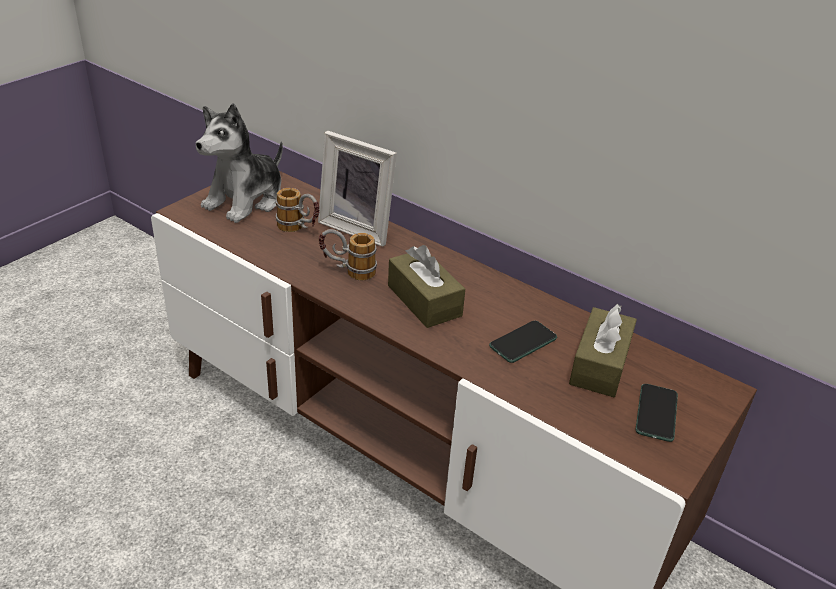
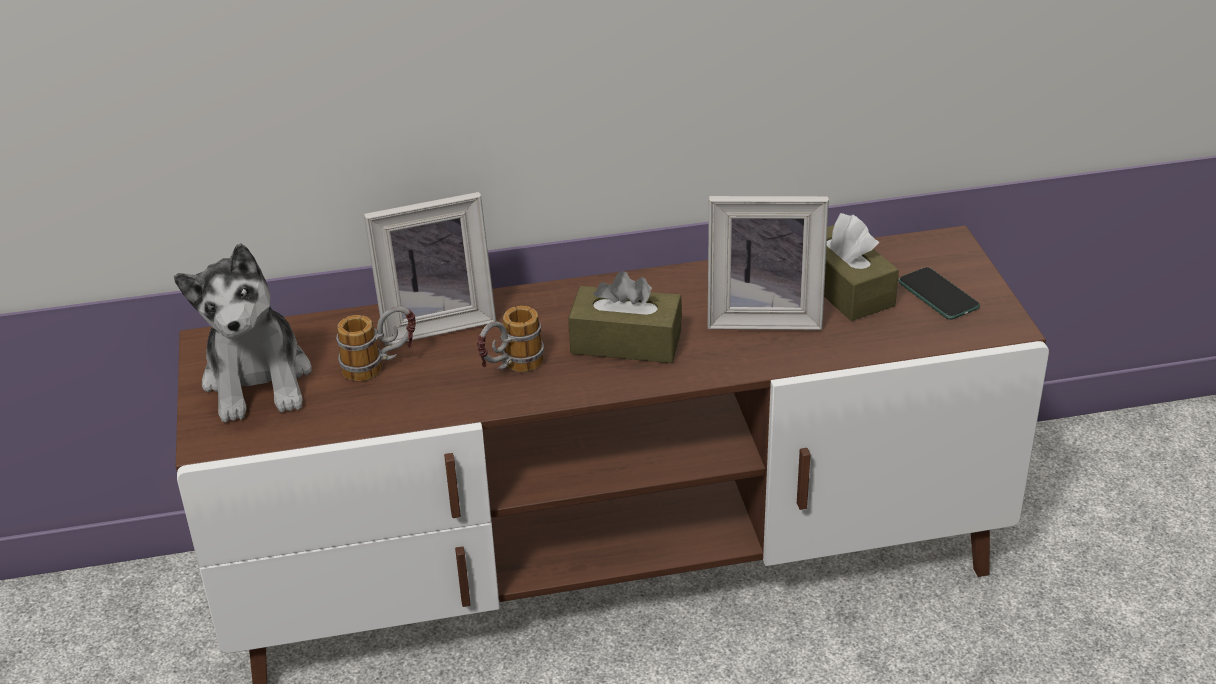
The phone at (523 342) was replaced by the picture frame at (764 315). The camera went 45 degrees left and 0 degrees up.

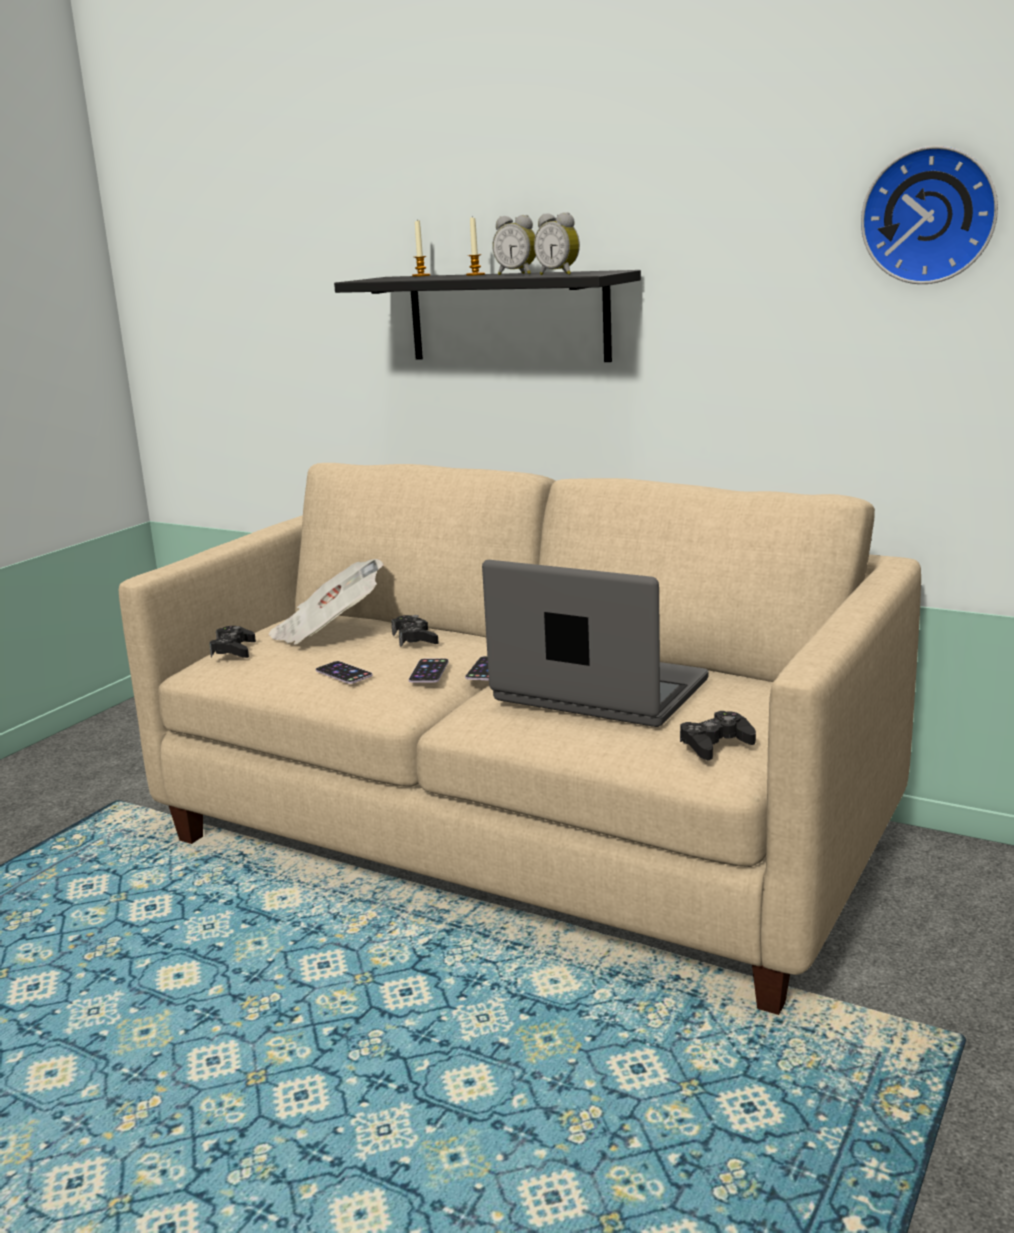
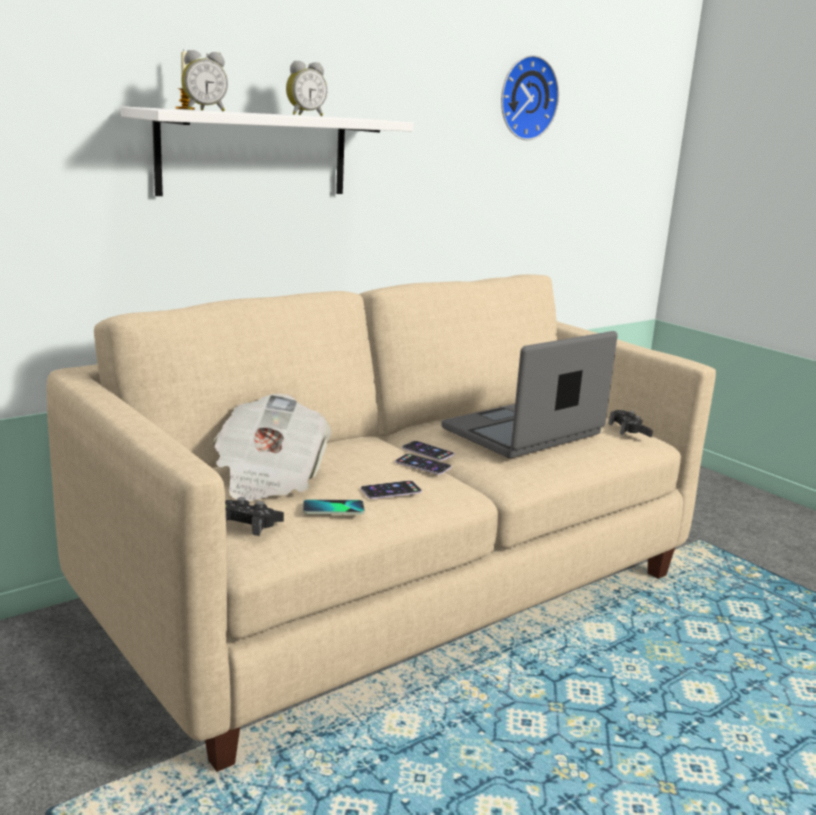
The alarm clock moved from (559 274) to (204 110). The candle at (475 275) disappeared. The black shelf at (507 317) became the white shelf at (254 154). The black game controller at (415 639) disappeared. The phone at (333 509) appeared. The camera went 70 degrees left and 0 degrees up.

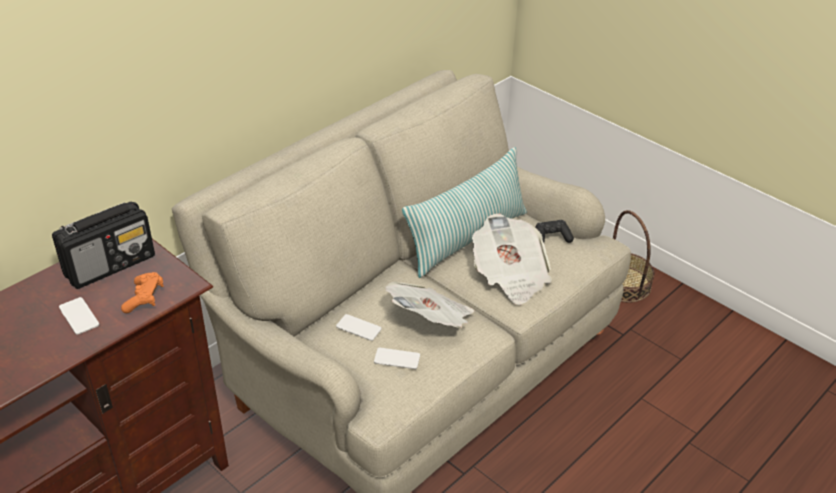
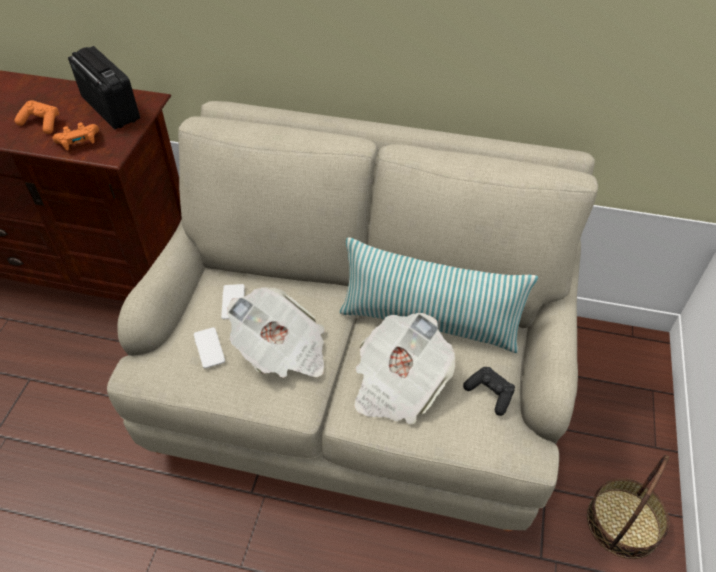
The radio at (111 265) turned 150 degrees counterclockwise. The phone at (79 316) was replaced by the orange game controller at (41 123). The camera went 60 degrees right and 10 degrees up.

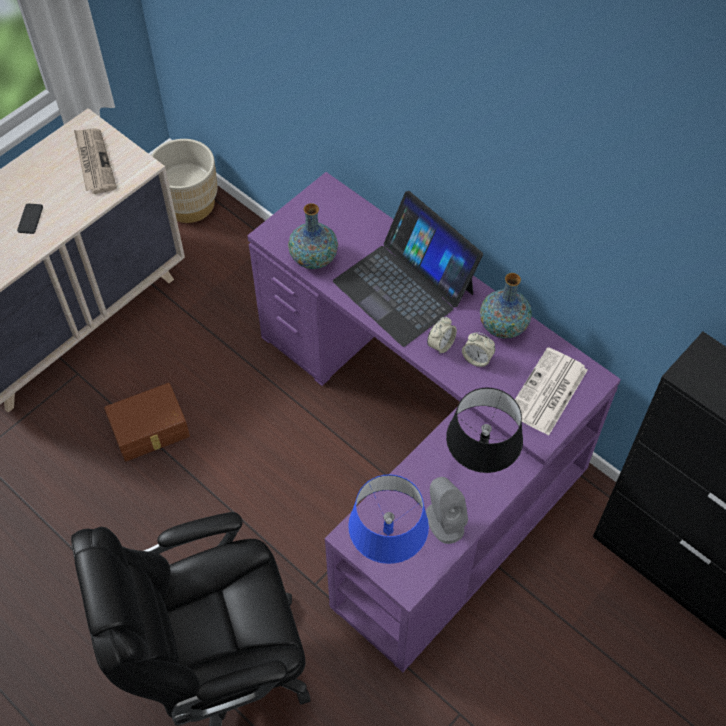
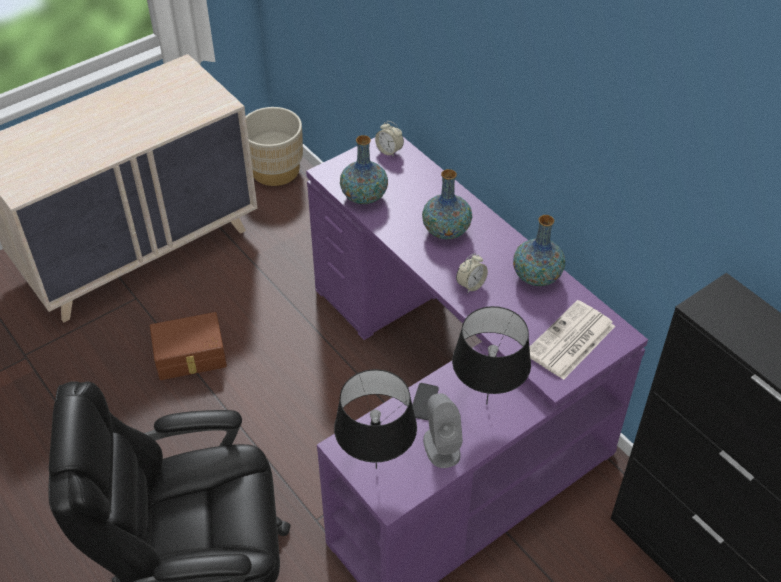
The newspaper at (94 162) disappeared. The laptop at (404 286) was replaced by the vase at (446 231). The phone moved from (30 219) to (424 402). The alarm clock moved from (477 358) to (389 151). The blue table lamp at (387 553) became the black table lamp at (377 467). The camera went 10 degrees right and 10 degrees down.

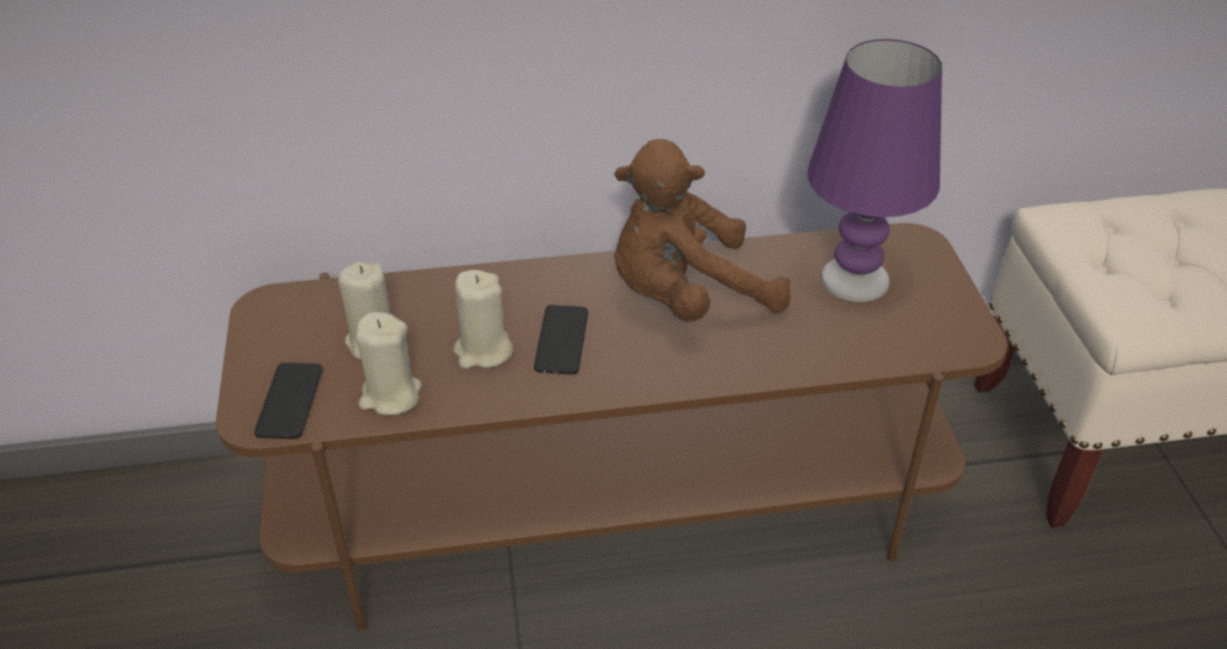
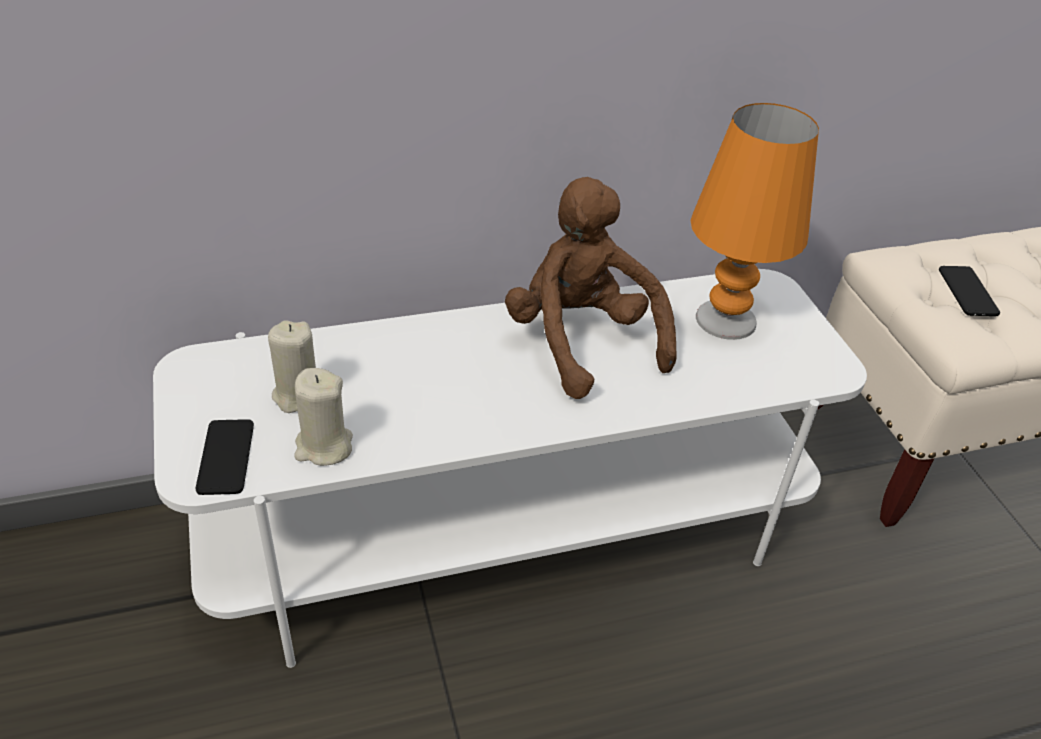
The purple table lamp at (854 280) became the orange table lamp at (725 320). The brown plush toy at (686 297) turned 90 degrees clockwise. The brown tv stand at (616 504) became the white tv stand at (511 531). The beige candle at (483 351) disappeared. The phone moved from (561 340) to (967 292). The camera went 10 degrees left and 0 degrees up.

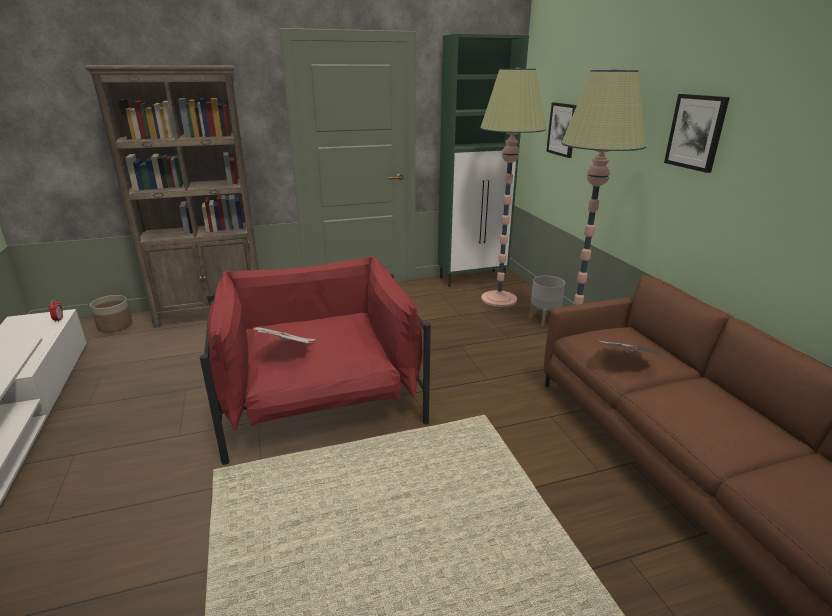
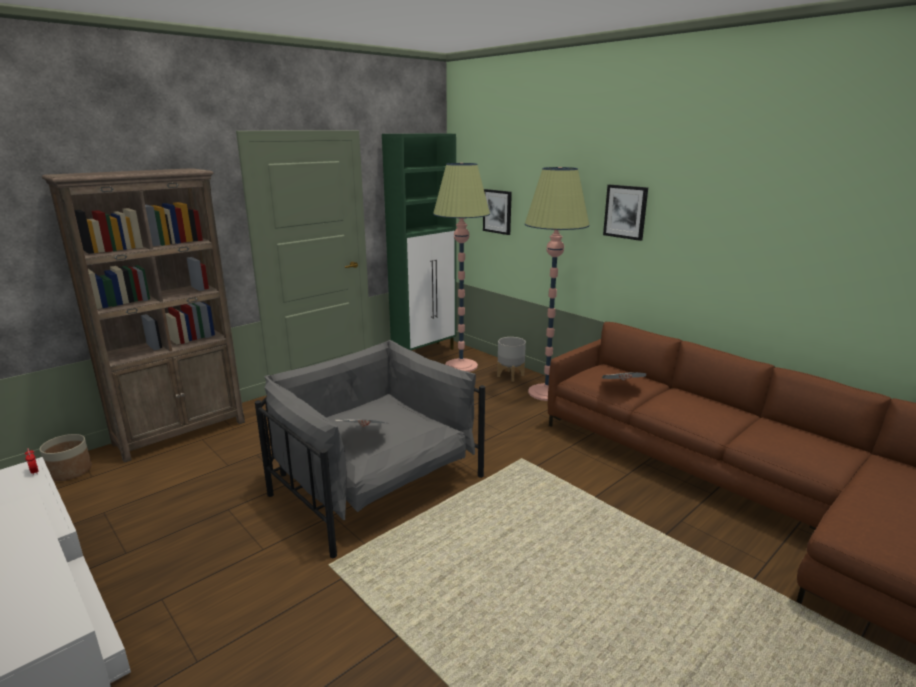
The red armchair at (320 397) became the grey armchair at (373 480). The camera went 25 degrees left and 5 degrees down.

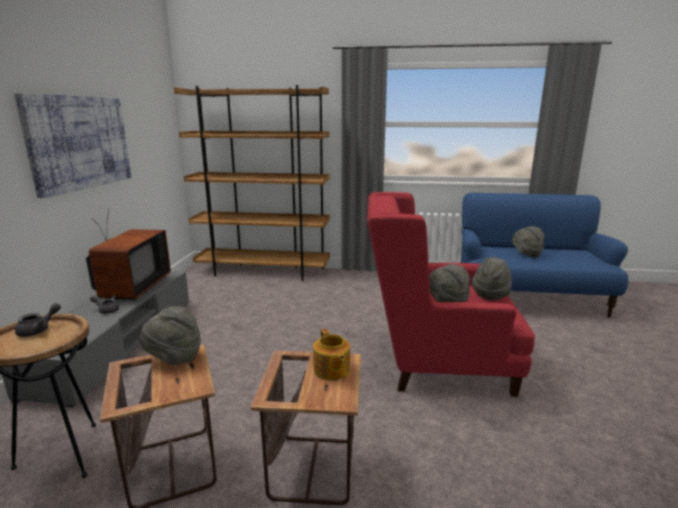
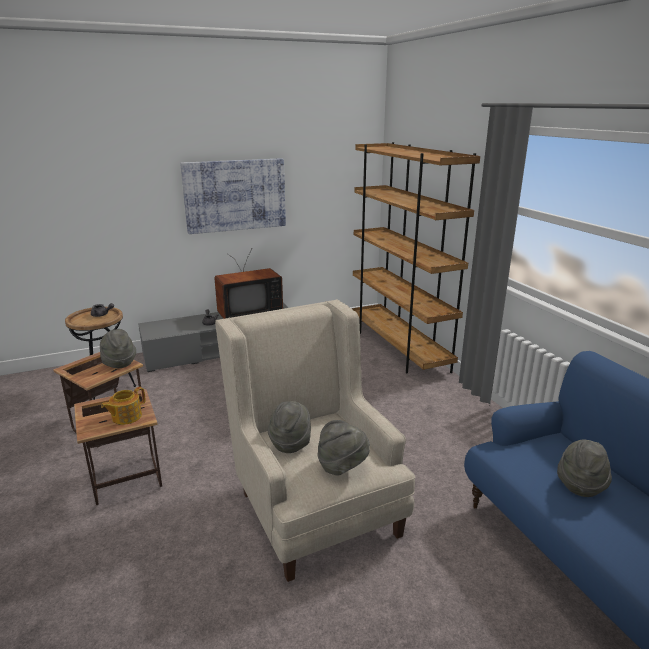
The red armchair at (434 362) became the beige armchair at (312 504). The camera went 60 degrees right and 5 degrees up.

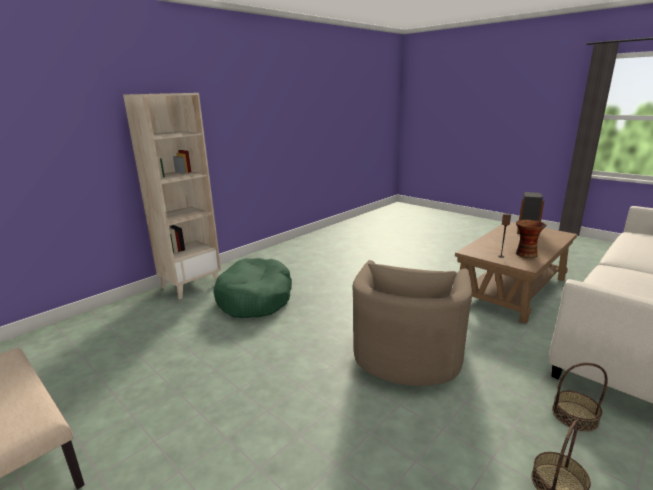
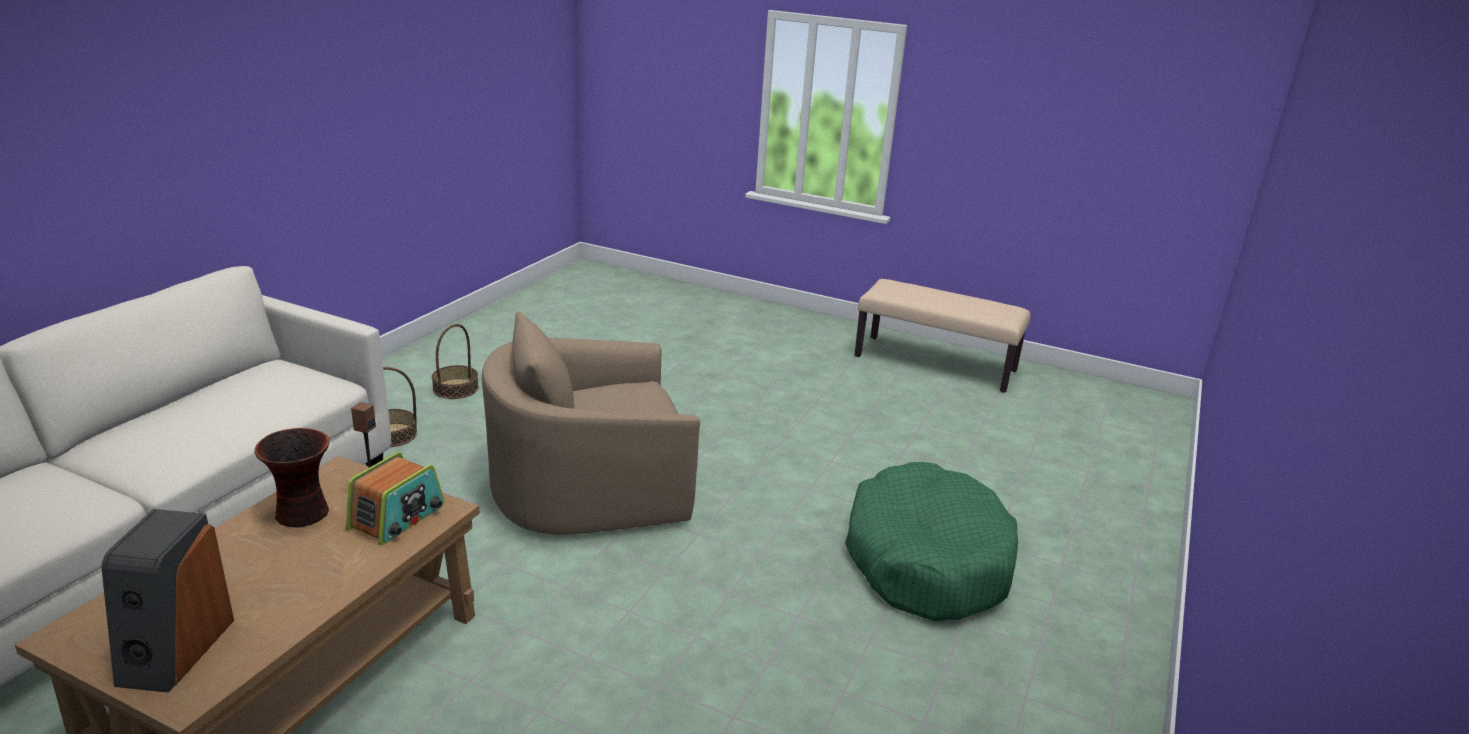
The beige bookcase at (191 285) disappeared. The beige armchair at (407 350) turned 105 degrees counterclockwise. The radio at (397 517) appeared. The camera went 160 degrees right and 5 degrees up.

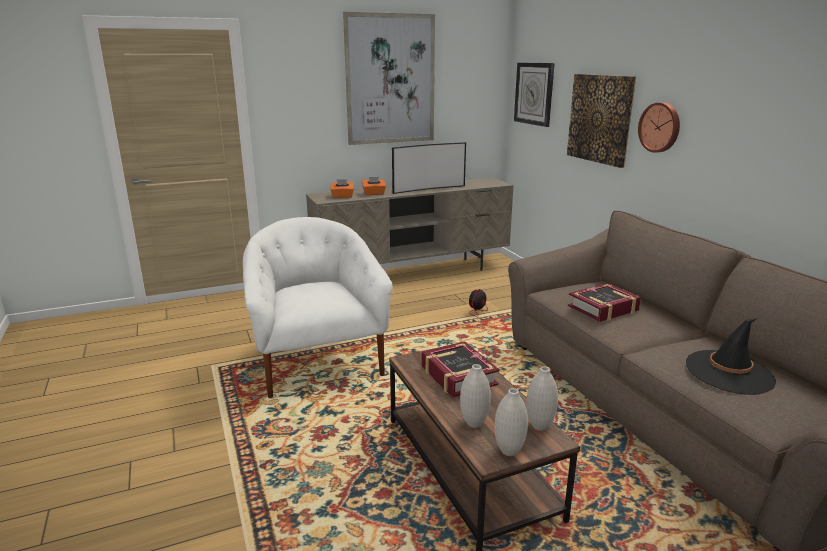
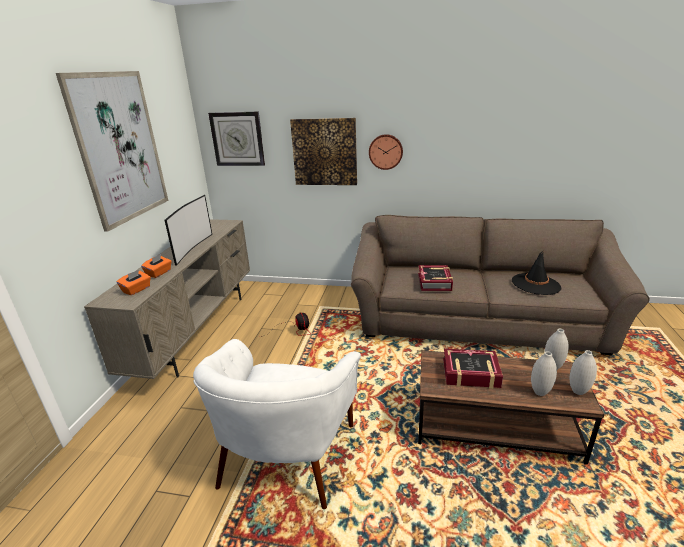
The white armchair at (317 362) turned 90 degrees counterclockwise. The camera went 55 degrees left and 5 degrees up.

